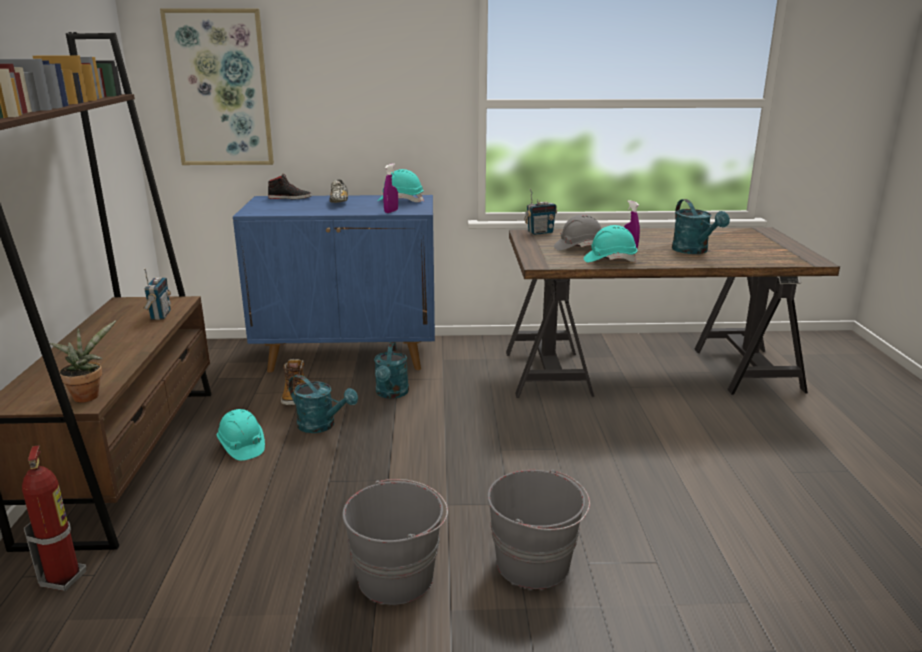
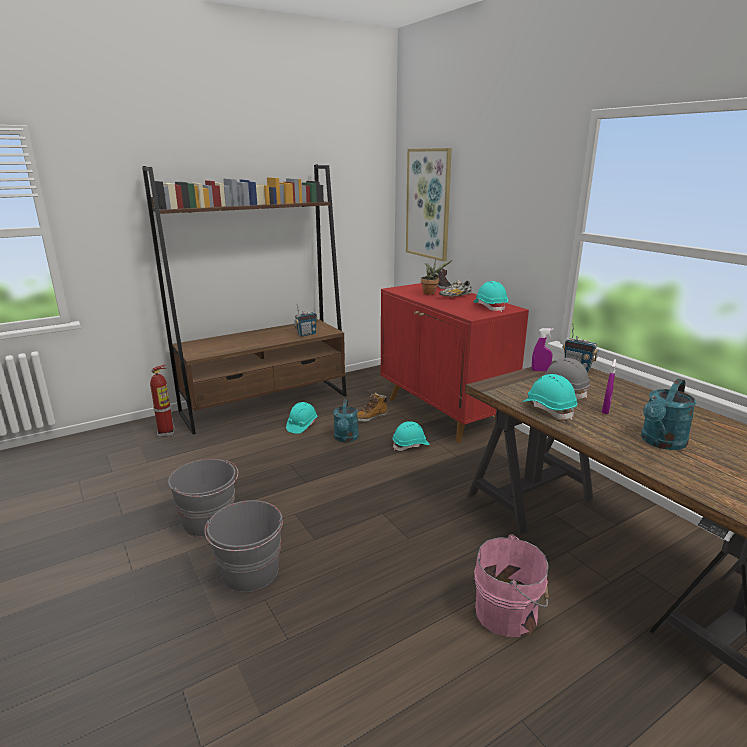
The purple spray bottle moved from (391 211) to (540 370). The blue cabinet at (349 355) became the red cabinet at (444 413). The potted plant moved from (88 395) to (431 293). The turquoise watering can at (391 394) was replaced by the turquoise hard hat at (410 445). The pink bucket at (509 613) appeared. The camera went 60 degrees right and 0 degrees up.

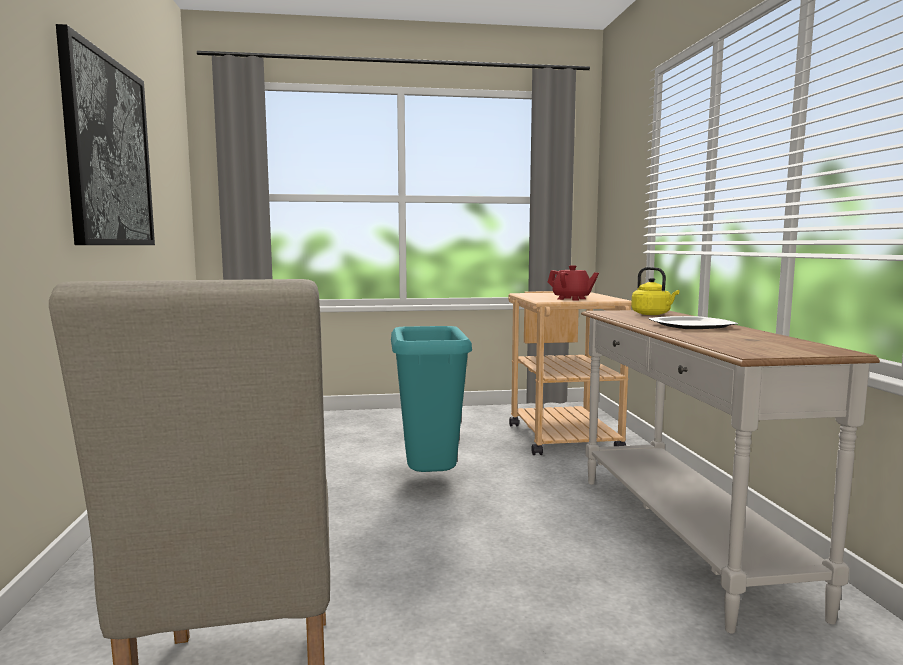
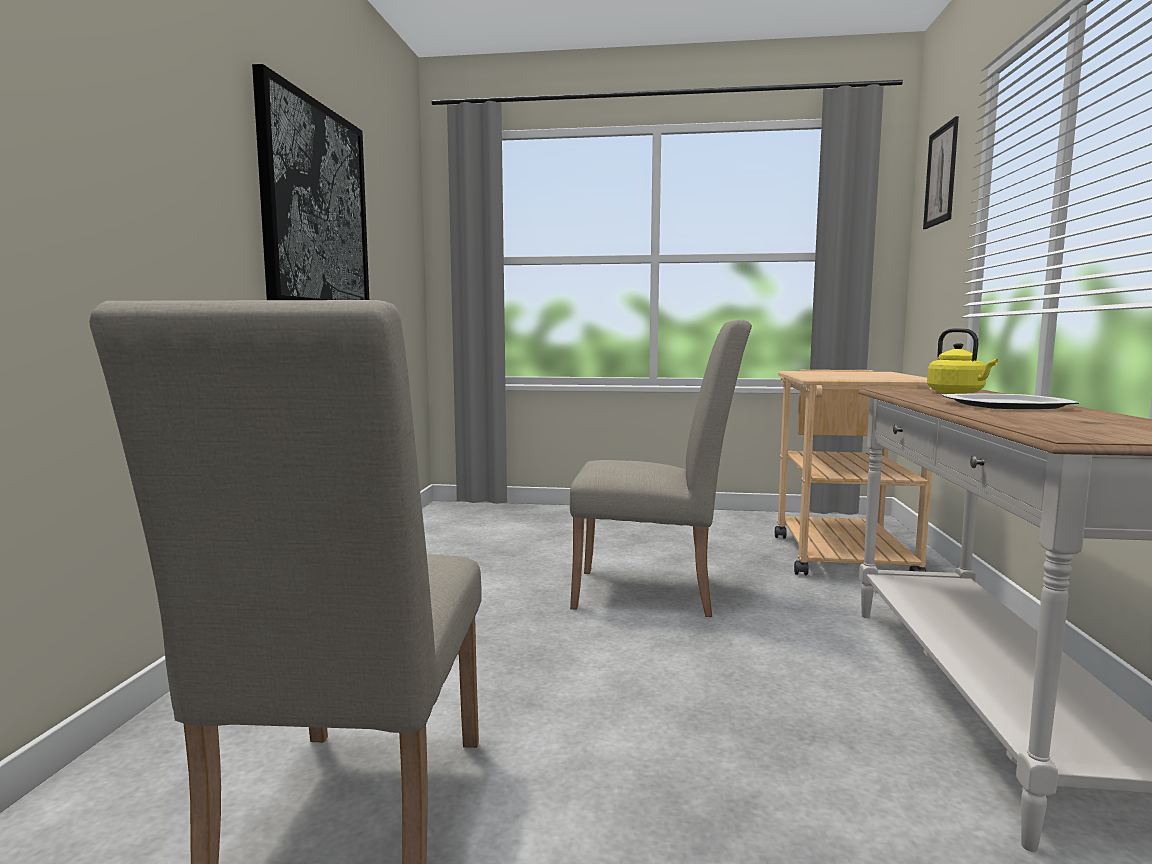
The red teapot at (572 299) disappeared. The turquoise trash can at (431 481) was replaced by the beige chair at (657 593). The picture at (941 175) appeared. The camera went 15 degrees right and 0 degrees up.

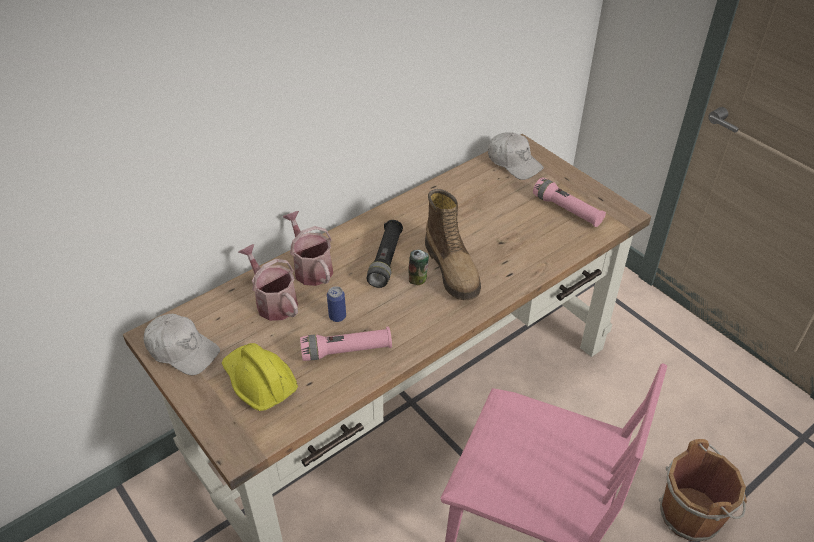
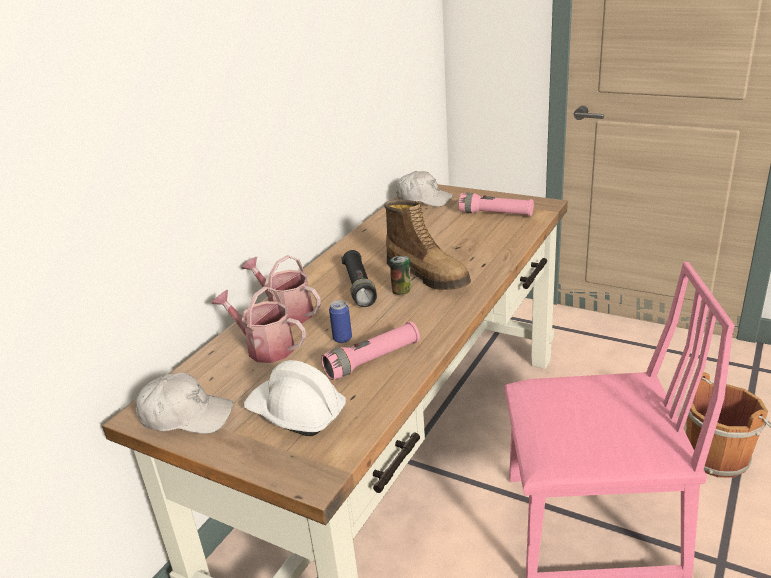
The yellow hard hat at (259 382) became the white hard hat at (296 413). The camera went 20 degrees left and 15 degrees down.

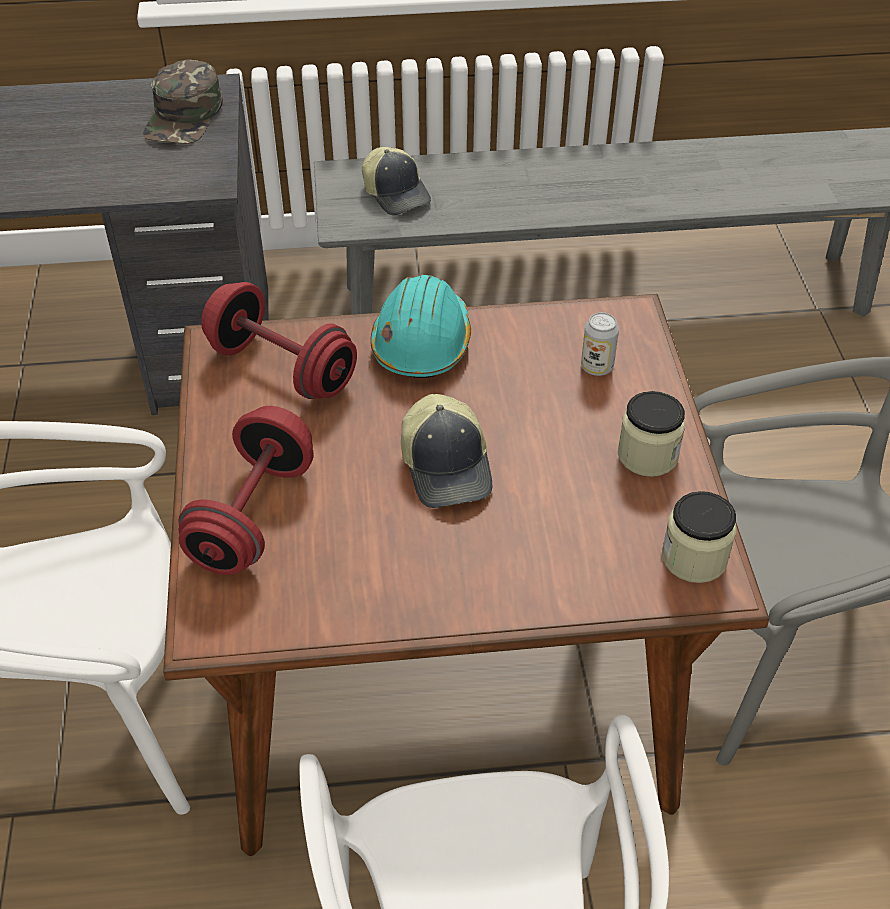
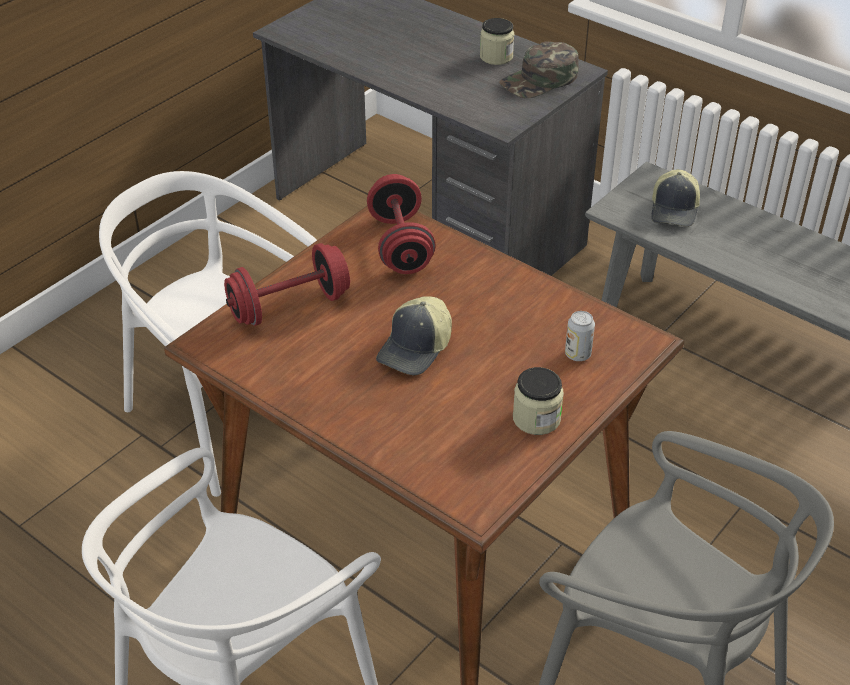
The turquoise hard hat at (422 343) disappeared. The jar moved from (694 558) to (496 57). The camera went 45 degrees right and 5 degrees down.

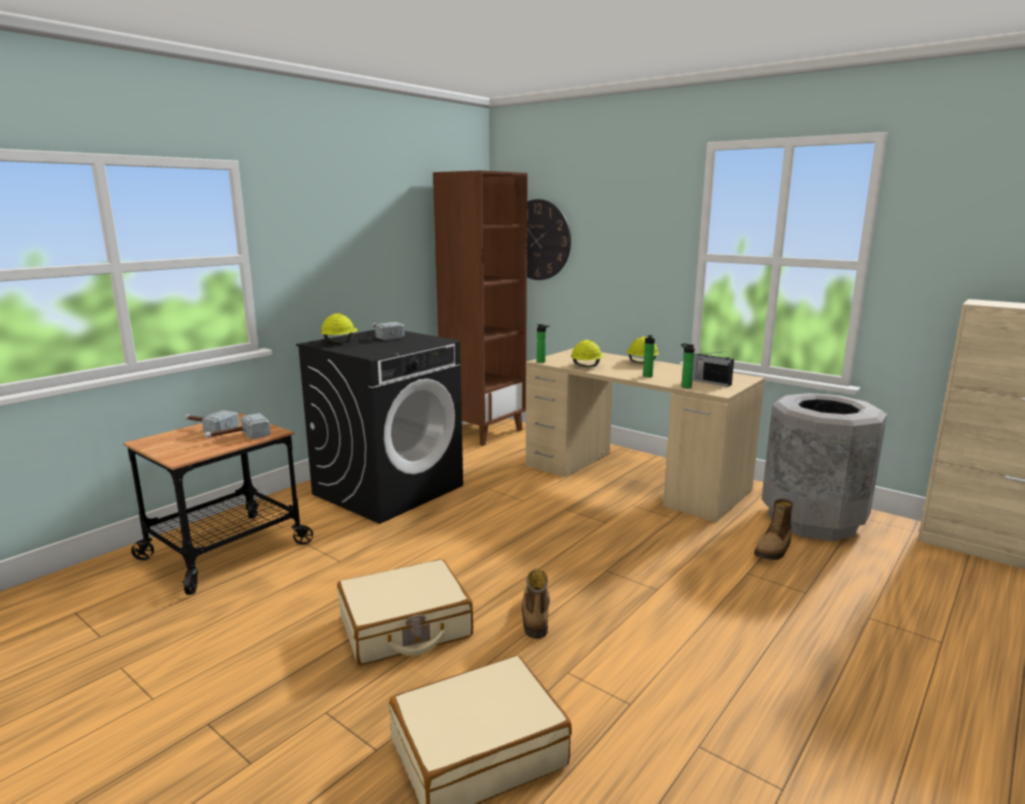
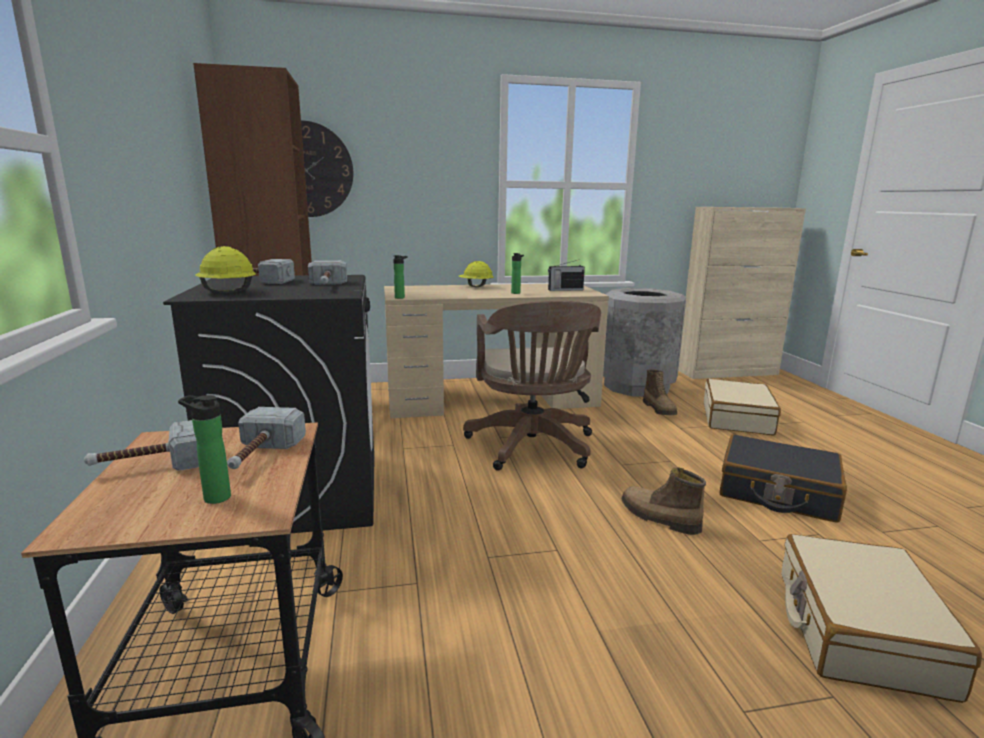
The yellow hard hat at (586 366) disappeared. The bottle moved from (685 386) to (213 497). The beige suitcase moved from (405 627) to (737 419). The hammer at (327 286) appeared. The brown office chair at (533 448) appeared. The black suitcase at (777 492) appeared. The camera went 50 degrees left and 0 degrees up.

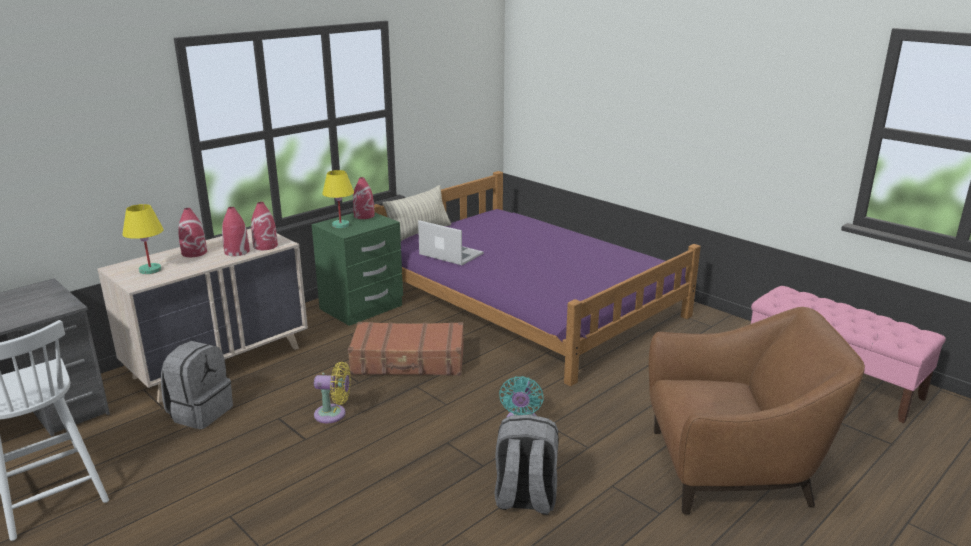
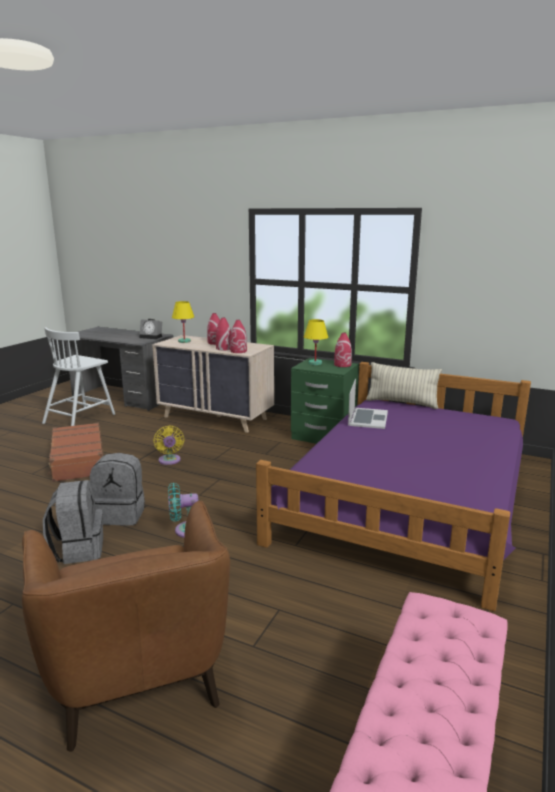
The brown suitcase moved from (408 361) to (77 461). The grey backpack moved from (200 412) to (121 514). The alarm clock at (152 337) appeared. The camera went 70 degrees right and 5 degrees down.

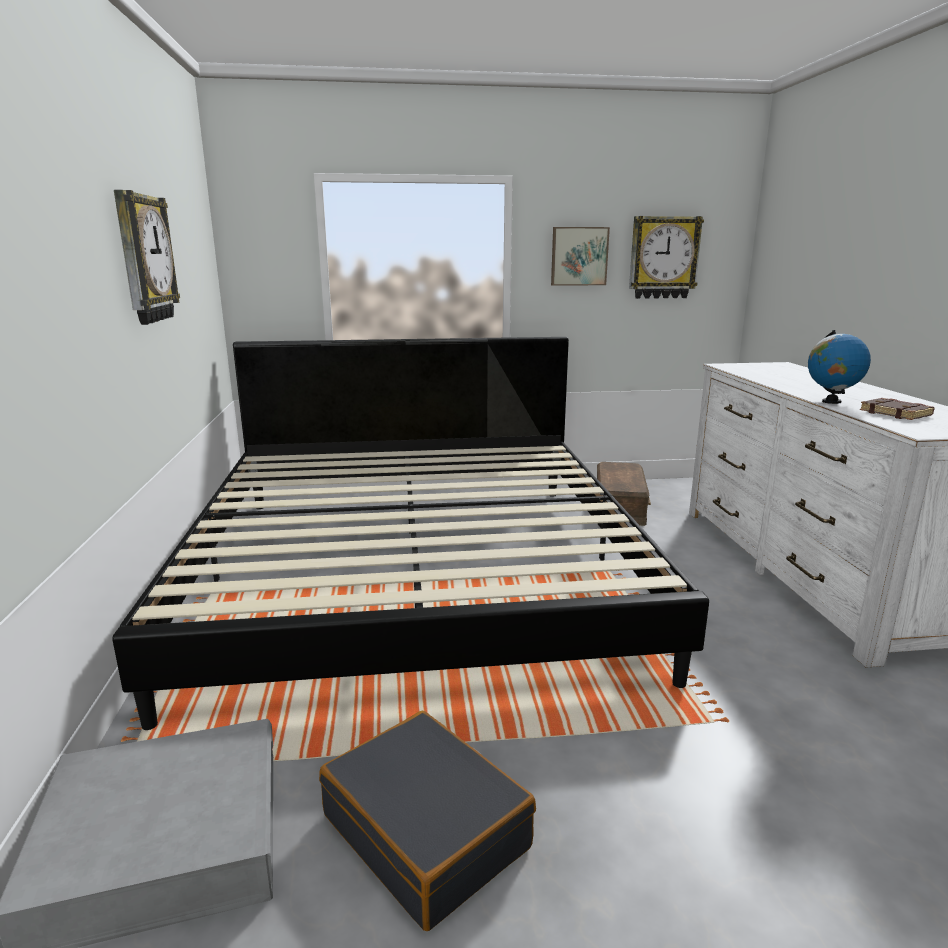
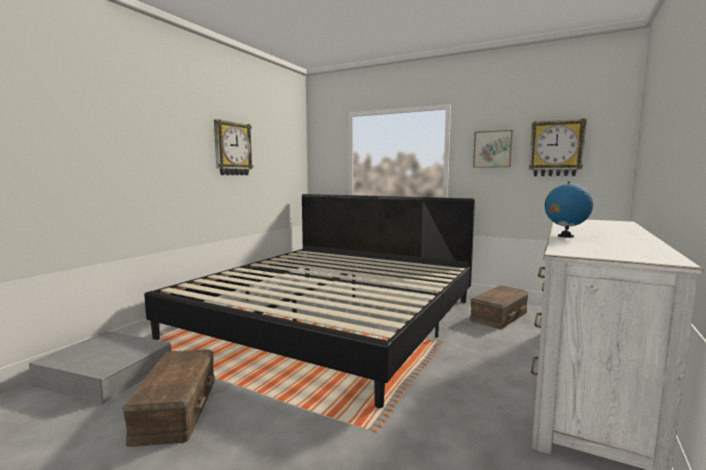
The brown book at (896 413) disappeared. The black suitcase at (426 830) was replaced by the brown storage box at (175 408). The camera went 35 degrees right and 10 degrees down.

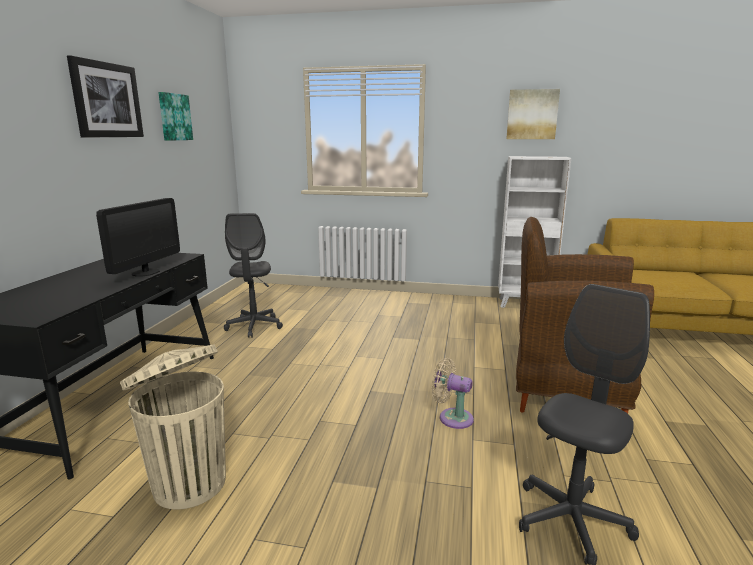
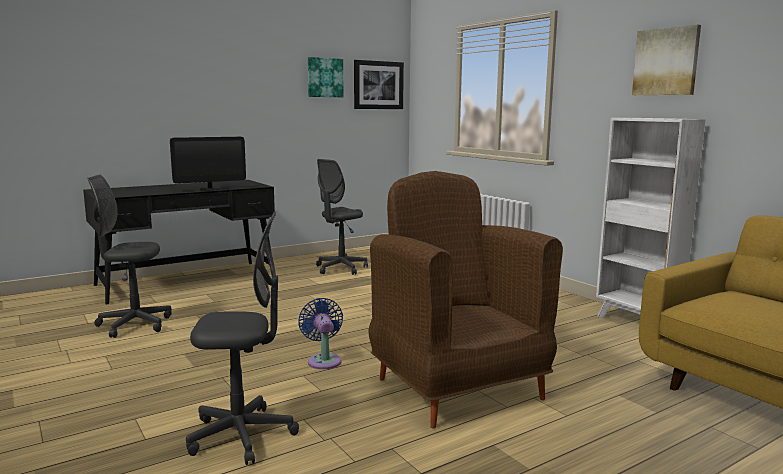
The picture moved from (107 100) to (378 85). The beige trash can at (188 482) was replaced by the grey office chair at (134 325). The beige fan at (452 417) became the blue fan at (323 360). The camera went 45 degrees right and 5 degrees down.

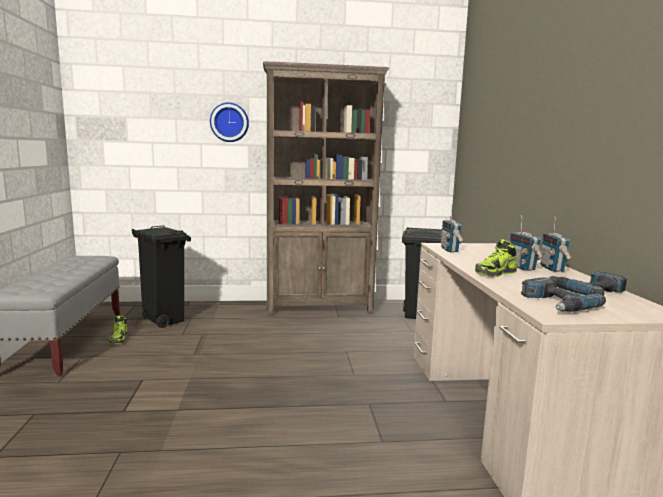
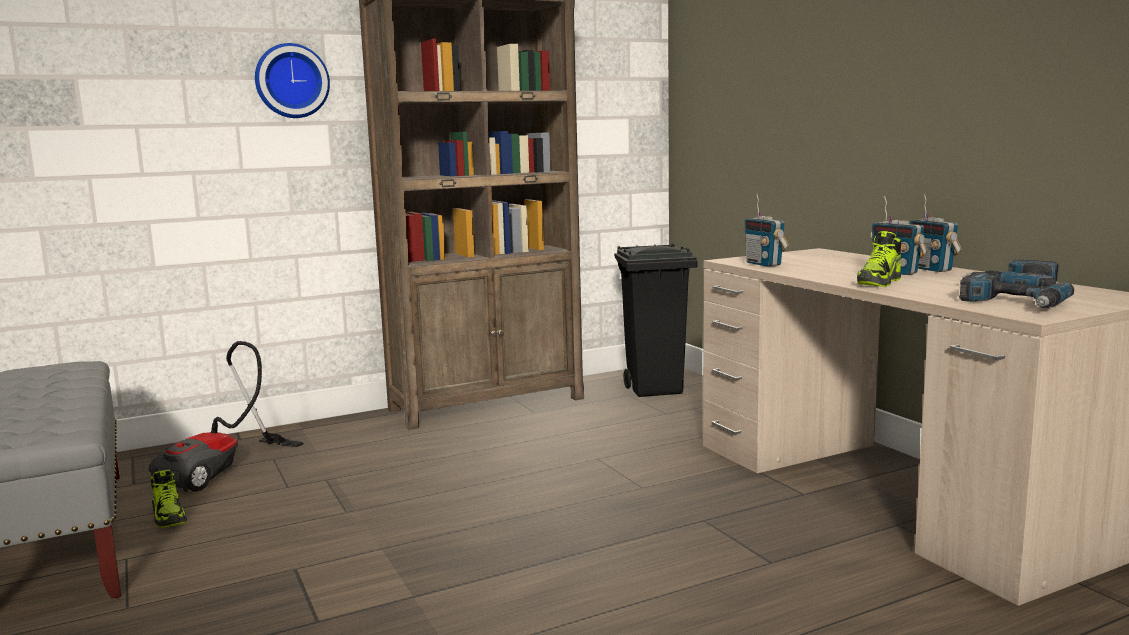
The black trash can at (164 320) was replaced by the vacuum cleaner at (224 471). The camera went 20 degrees left and 0 degrees up.

